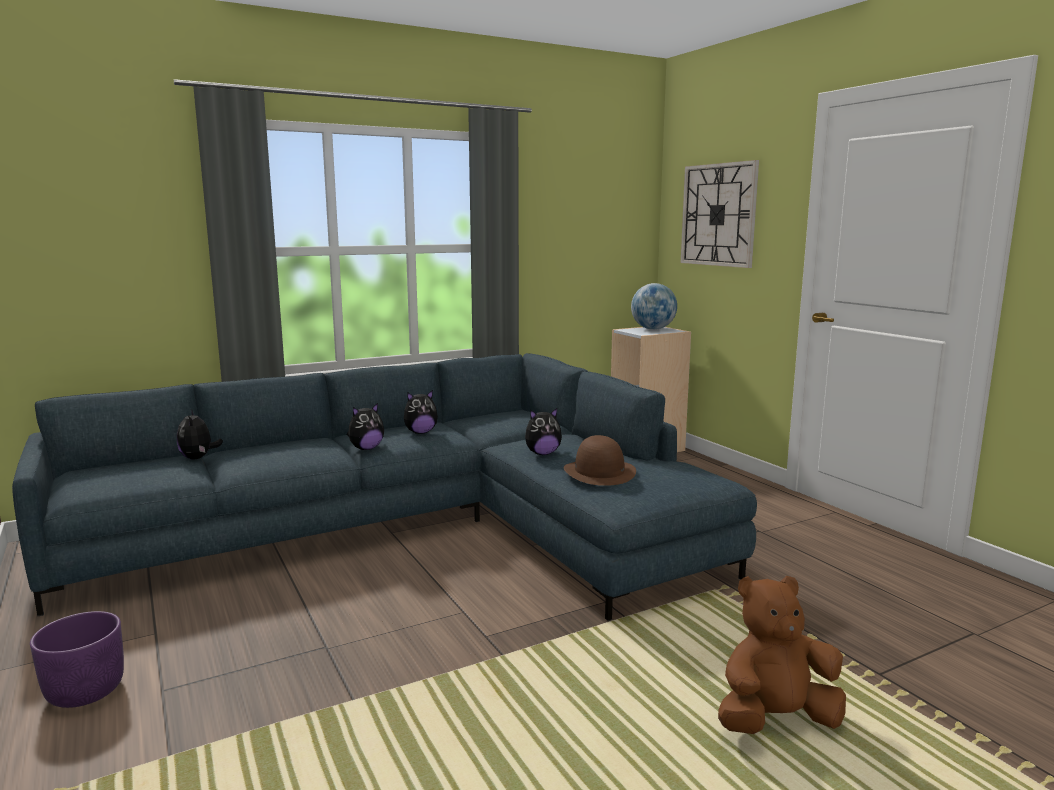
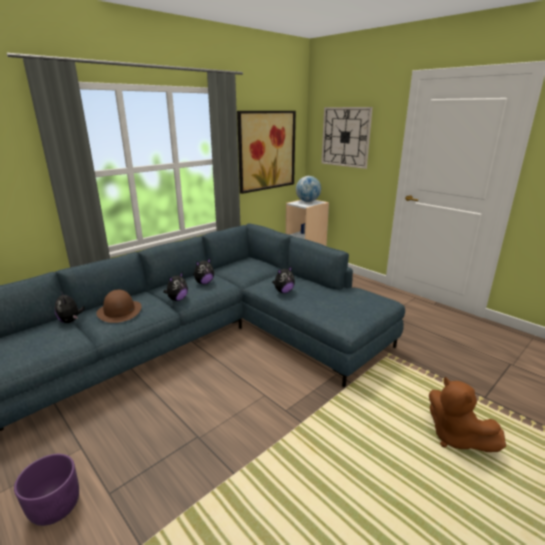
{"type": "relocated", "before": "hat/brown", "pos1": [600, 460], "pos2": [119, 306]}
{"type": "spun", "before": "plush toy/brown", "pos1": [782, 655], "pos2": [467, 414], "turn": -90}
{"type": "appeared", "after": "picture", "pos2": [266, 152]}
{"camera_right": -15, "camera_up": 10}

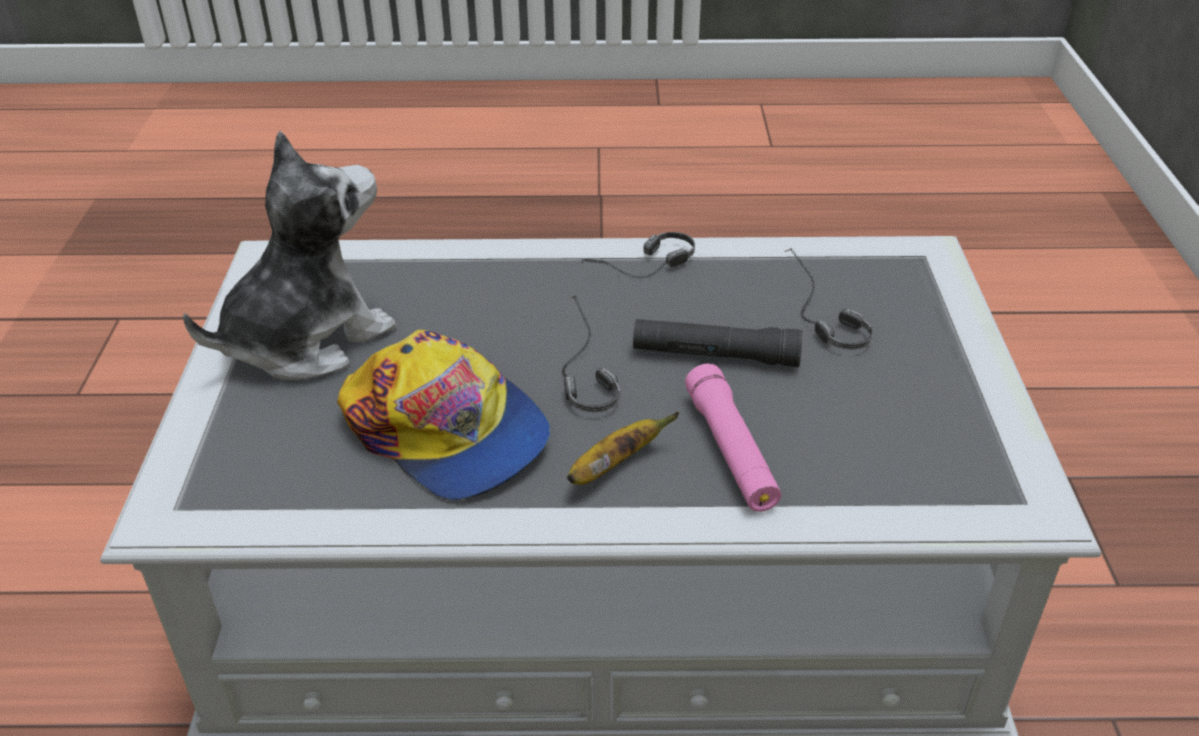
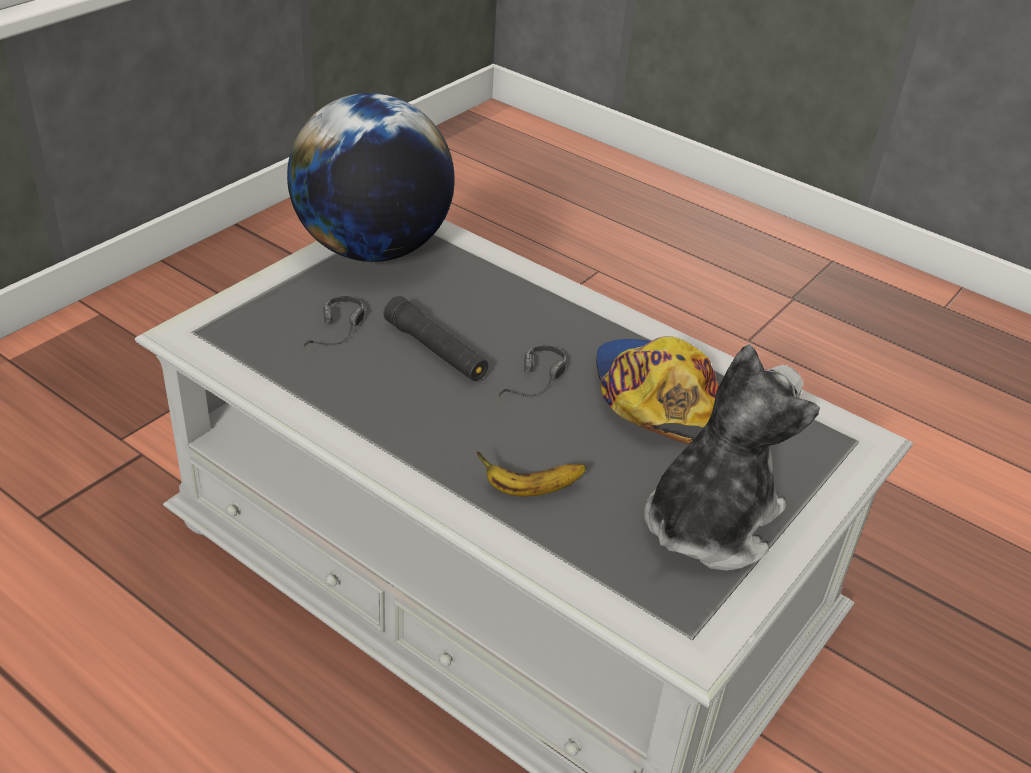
{"type": "spun", "before": "plush toy", "pos1": [289, 255], "pos2": [732, 457], "turn": 135}
{"type": "relocated", "before": "banana", "pos1": [623, 448], "pos2": [531, 474]}
{"type": "missing", "before": "headphones", "pos1": [638, 255]}
{"type": "missing", "before": "flashlight/pink", "pos1": [733, 438]}
{"type": "appeared", "after": "globe", "pos2": [371, 177]}
{"camera_right": -145, "camera_up": 0}

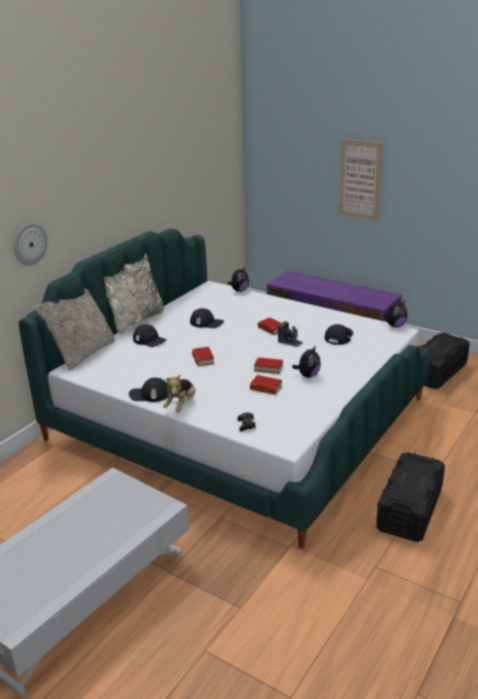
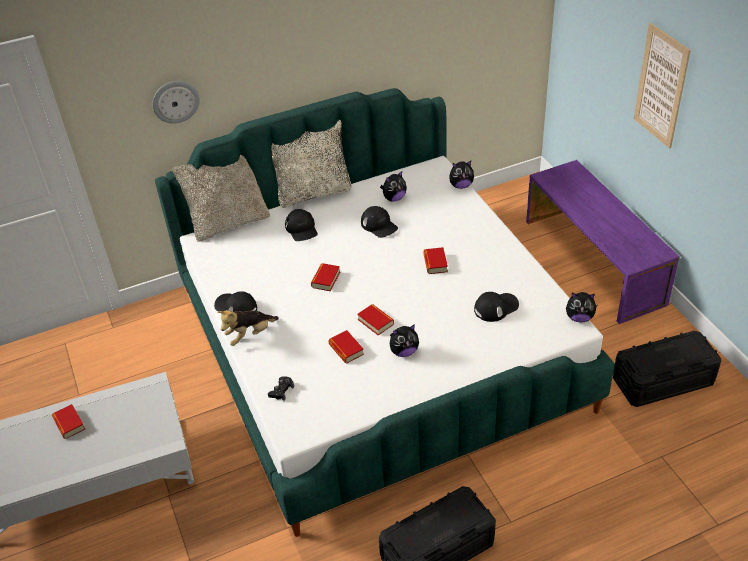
{"type": "missing", "before": "photo camera", "pos1": [290, 334]}
{"type": "appeared", "after": "book", "pos2": [68, 421]}
{"type": "appeared", "after": "plush toy", "pos2": [393, 186]}
{"camera_right": 35, "camera_up": 15}

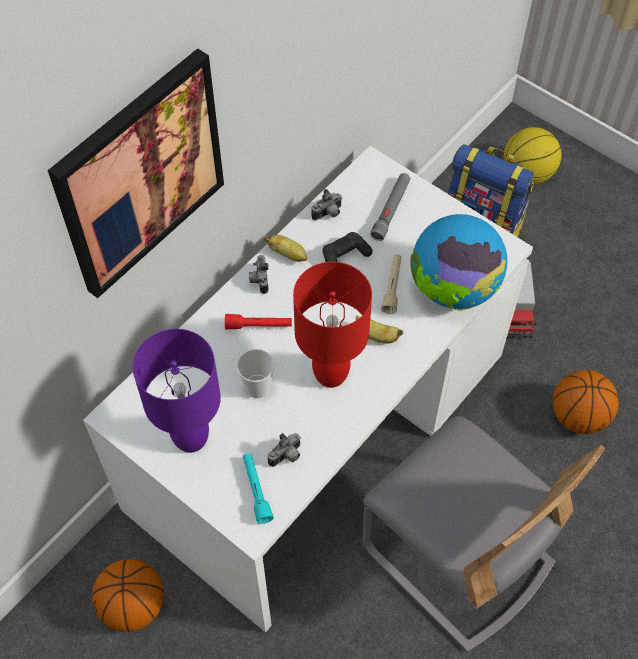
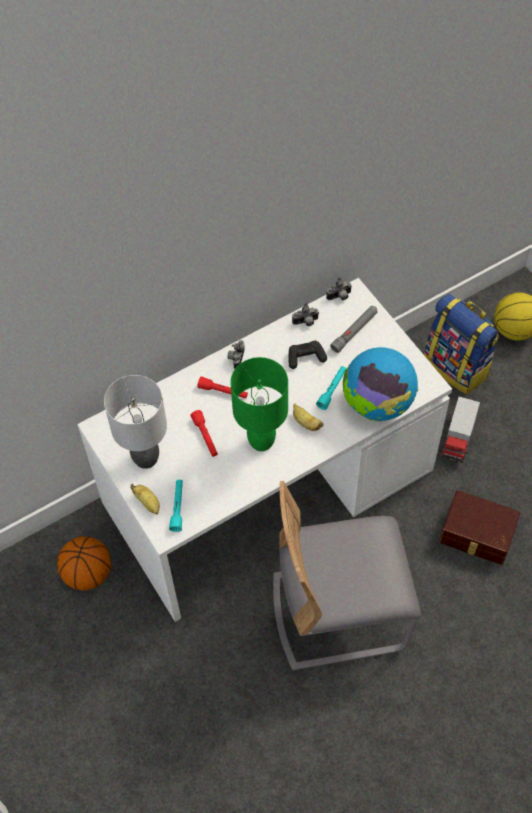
{"type": "missing", "before": "picture", "pos1": [136, 173]}
{"type": "colour", "before": "table lamp/purple", "after": "table lamp/grey", "pos1": [177, 391], "pos2": [135, 422]}
{"type": "exchanged", "before": "cup", "after": "flashlight/red", "pos1": [255, 373], "pos2": [204, 433]}
{"type": "relocated", "before": "banana", "pos1": [286, 248], "pos2": [145, 499]}
{"type": "relocated", "before": "photo camera", "pos1": [284, 450], "pos2": [339, 289]}
{"type": "colour", "before": "table lamp/red", "after": "table lamp/green", "pos1": [332, 325], "pos2": [259, 404]}
{"type": "spun", "before": "chair/grey", "pos1": [484, 534], "pos2": [347, 575], "turn": 105}
{"type": "colour", "before": "flashlight/beige", "after": "flashlight/turquoise", "pos1": [391, 284], "pos2": [331, 388]}
{"type": "exchanged", "before": "basketball", "after": "storage box/brown", "pos1": [586, 402], "pos2": [479, 527]}
{"camera_right": 20, "camera_up": 0}

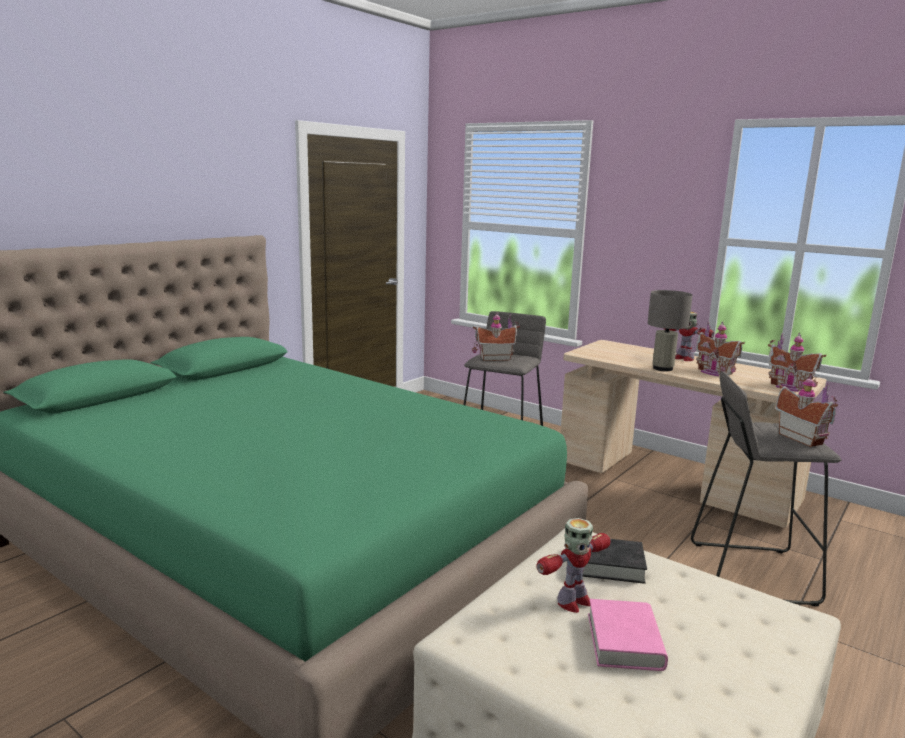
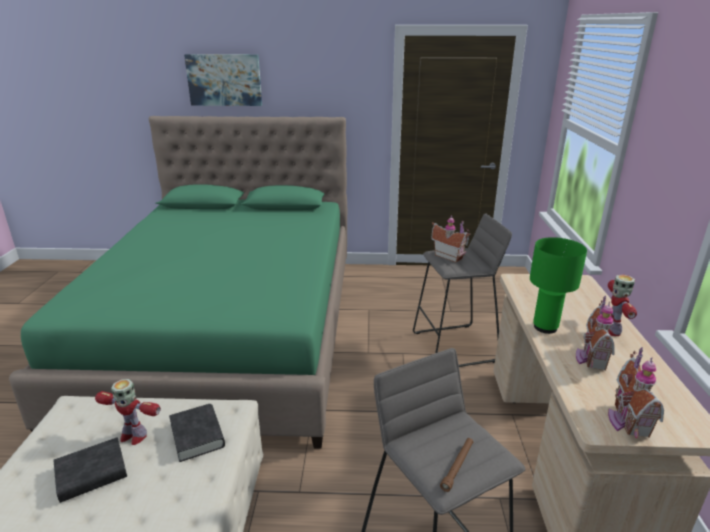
{"type": "colour", "before": "book/pink", "after": "book/black", "pos1": [628, 635], "pos2": [90, 470]}
{"type": "colour", "before": "table lamp/grey", "after": "table lamp/green", "pos1": [670, 330], "pos2": [558, 285]}
{"type": "exchanged", "before": "toy house", "after": "flashlight/brown", "pos1": [806, 411], "pos2": [456, 465]}
{"type": "appeared", "after": "picture", "pos2": [223, 80]}
{"camera_right": 55, "camera_up": 10}

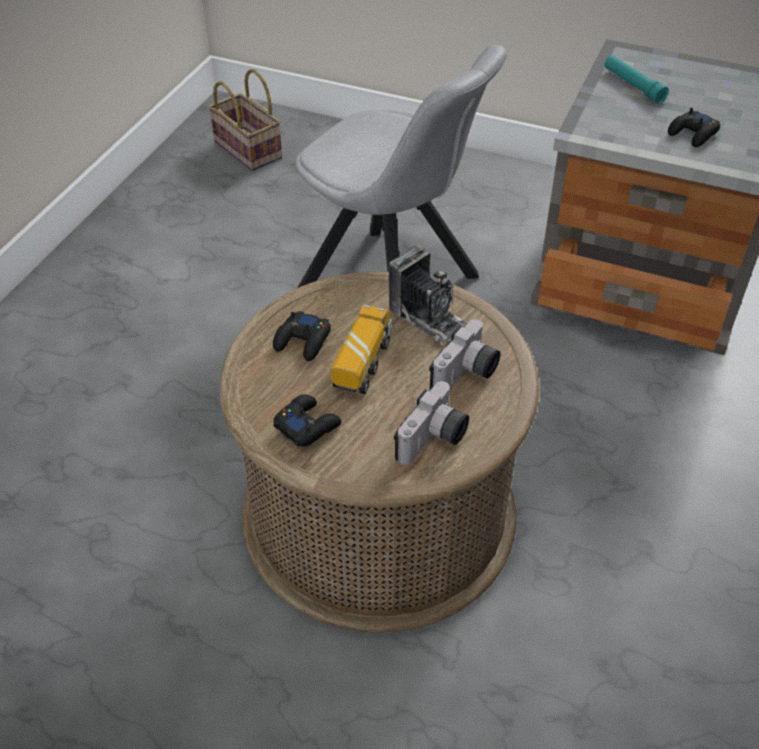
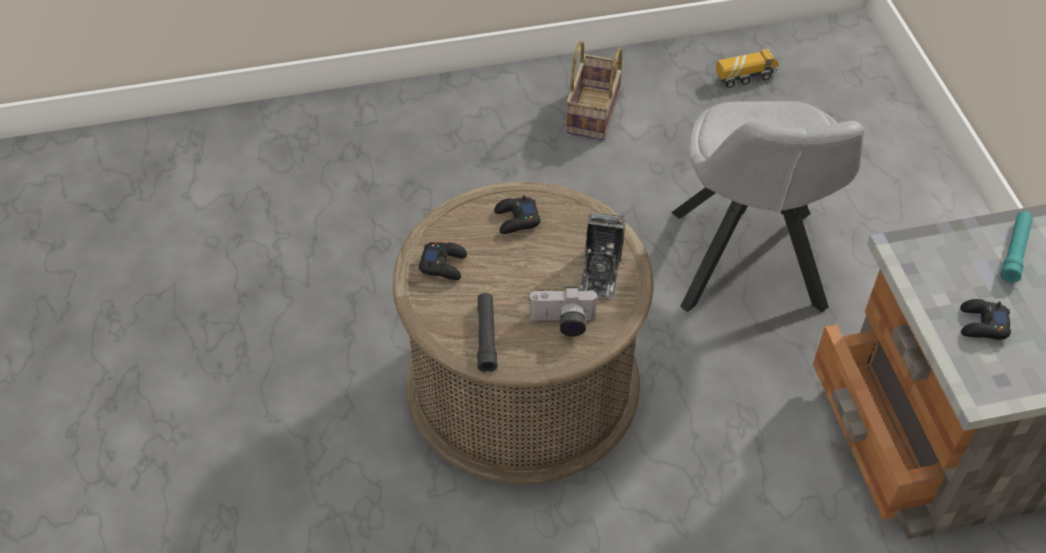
{"type": "relocated", "before": "basket", "pos1": [245, 120], "pos2": [594, 90]}
{"type": "relocated", "before": "toy truck", "pos1": [361, 349], "pos2": [747, 68]}
{"type": "exchanged", "before": "photo camera", "after": "flashlight/black", "pos1": [431, 423], "pos2": [487, 332]}
{"camera_right": 55, "camera_up": 5}

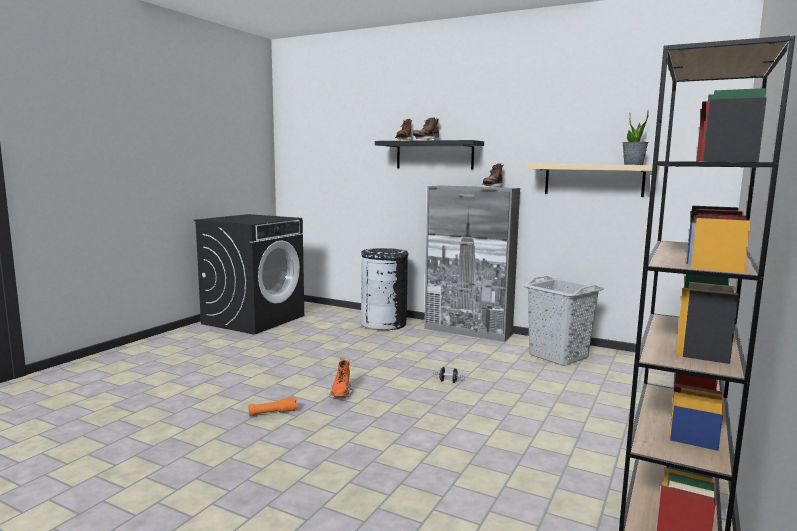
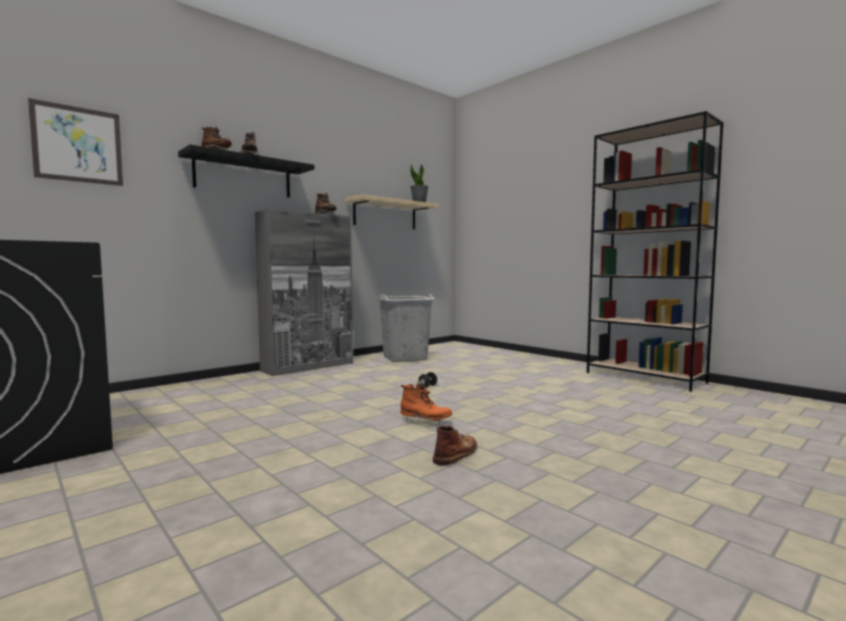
{"type": "exchanged", "before": "flashlight/orange", "after": "boot/brown", "pos1": [273, 406], "pos2": [455, 445]}
{"type": "missing", "before": "trash can/black", "pos1": [384, 289]}
{"type": "appeared", "after": "picture", "pos2": [75, 142]}
{"camera_right": -70, "camera_up": -5}

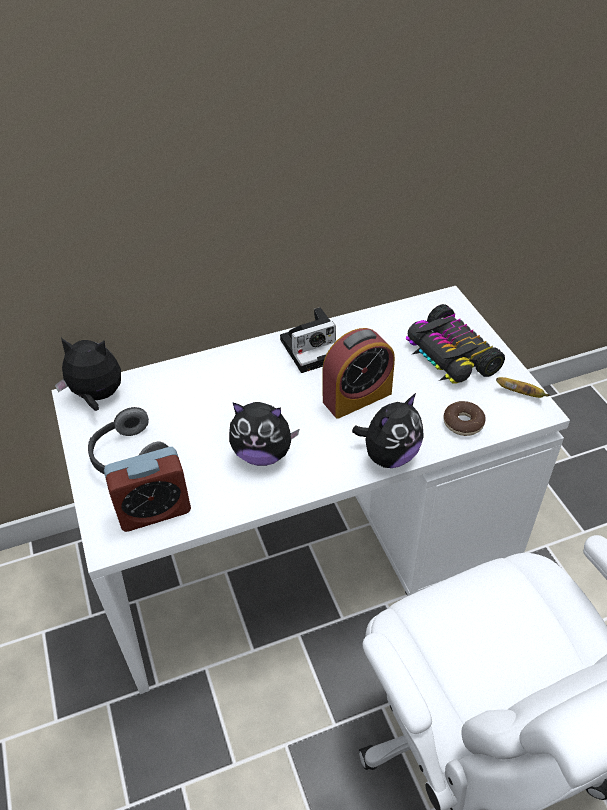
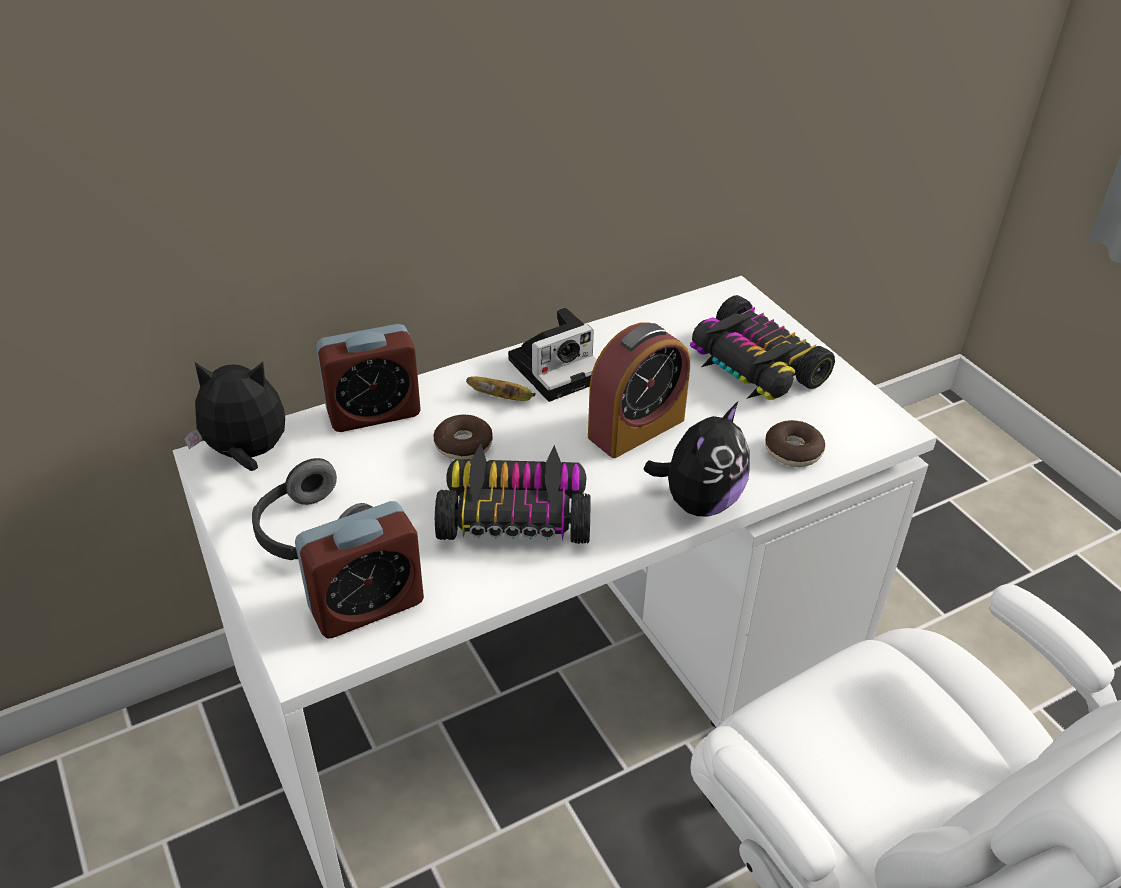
{"type": "exchanged", "before": "plush toy", "after": "toy car", "pos1": [264, 434], "pos2": [513, 494]}
{"type": "relocated", "before": "banana", "pos1": [523, 387], "pos2": [501, 388]}
{"type": "appeared", "after": "alarm clock", "pos2": [368, 378]}
{"type": "appeared", "after": "donut", "pos2": [463, 437]}
{"camera_right": -10, "camera_up": -5}

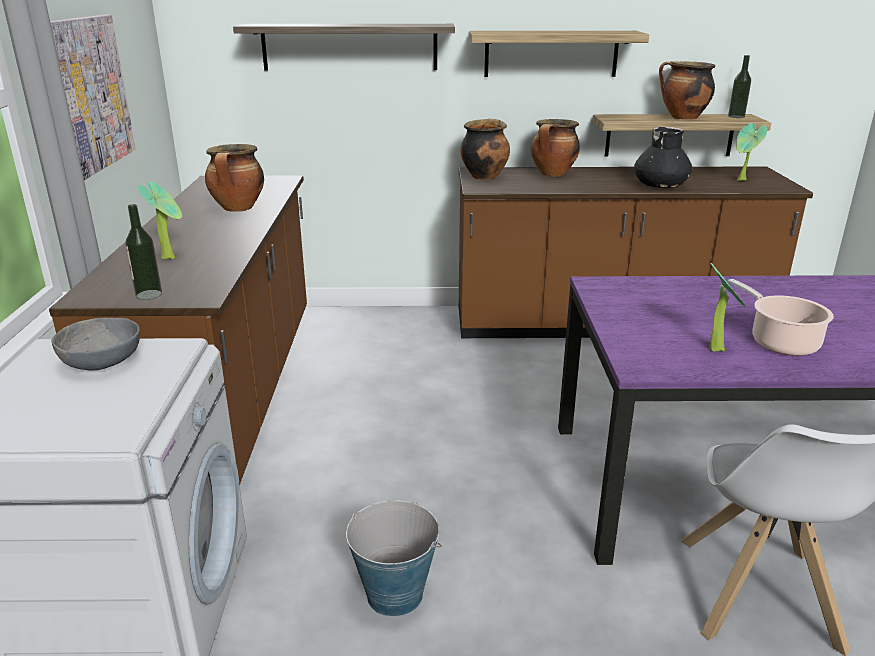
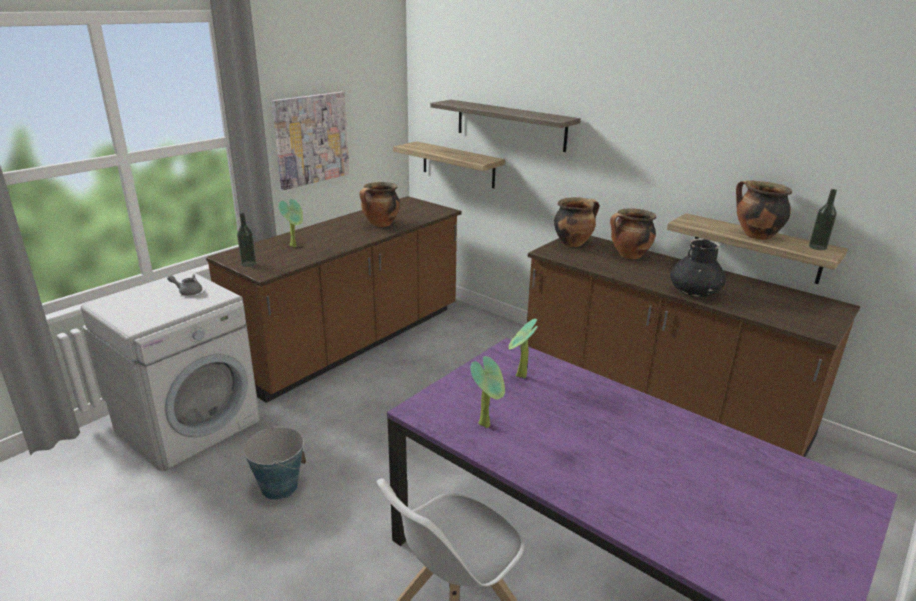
{"type": "exchanged", "before": "bowl/grey", "after": "teapot/grey", "pos1": [95, 344], "pos2": [184, 284]}
{"type": "relocated", "before": "shelf", "pos1": [559, 54], "pos2": [449, 164]}
{"type": "missing", "before": "cooking pot", "pos1": [781, 317]}
{"type": "relocated", "before": "potted plant", "pos1": [751, 152], "pos2": [523, 348]}
{"camera_right": 40, "camera_up": 0}

